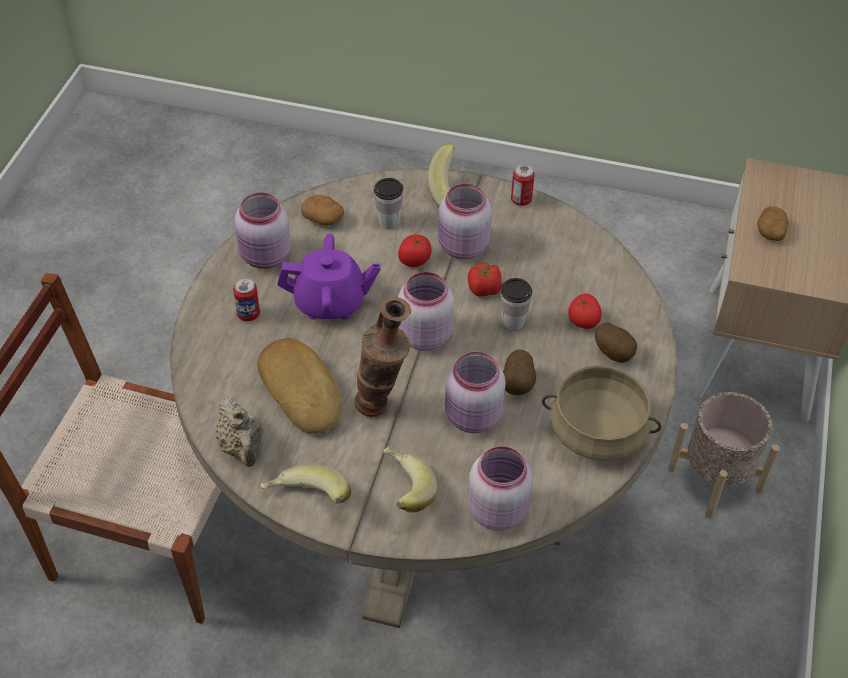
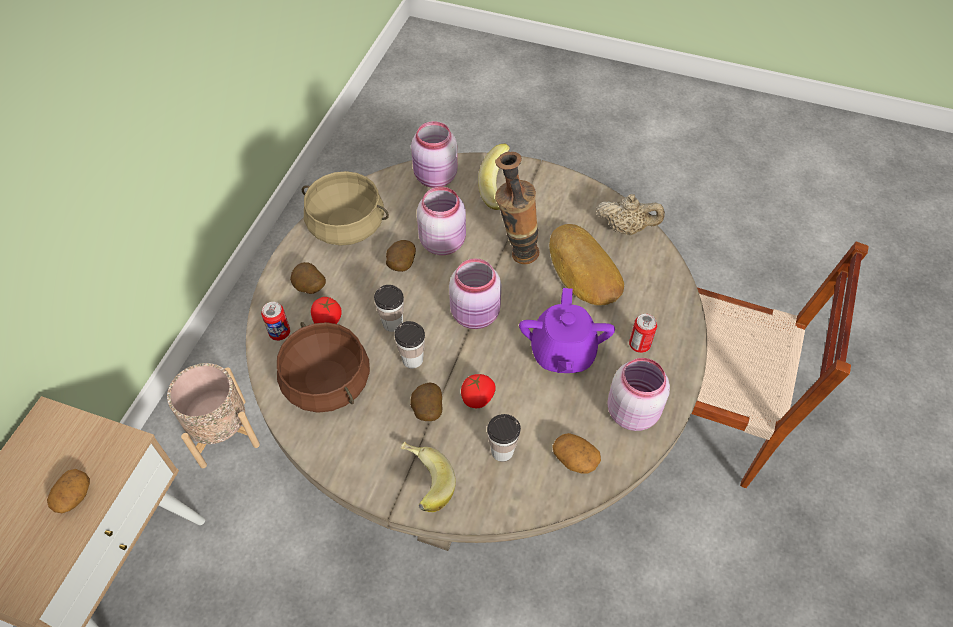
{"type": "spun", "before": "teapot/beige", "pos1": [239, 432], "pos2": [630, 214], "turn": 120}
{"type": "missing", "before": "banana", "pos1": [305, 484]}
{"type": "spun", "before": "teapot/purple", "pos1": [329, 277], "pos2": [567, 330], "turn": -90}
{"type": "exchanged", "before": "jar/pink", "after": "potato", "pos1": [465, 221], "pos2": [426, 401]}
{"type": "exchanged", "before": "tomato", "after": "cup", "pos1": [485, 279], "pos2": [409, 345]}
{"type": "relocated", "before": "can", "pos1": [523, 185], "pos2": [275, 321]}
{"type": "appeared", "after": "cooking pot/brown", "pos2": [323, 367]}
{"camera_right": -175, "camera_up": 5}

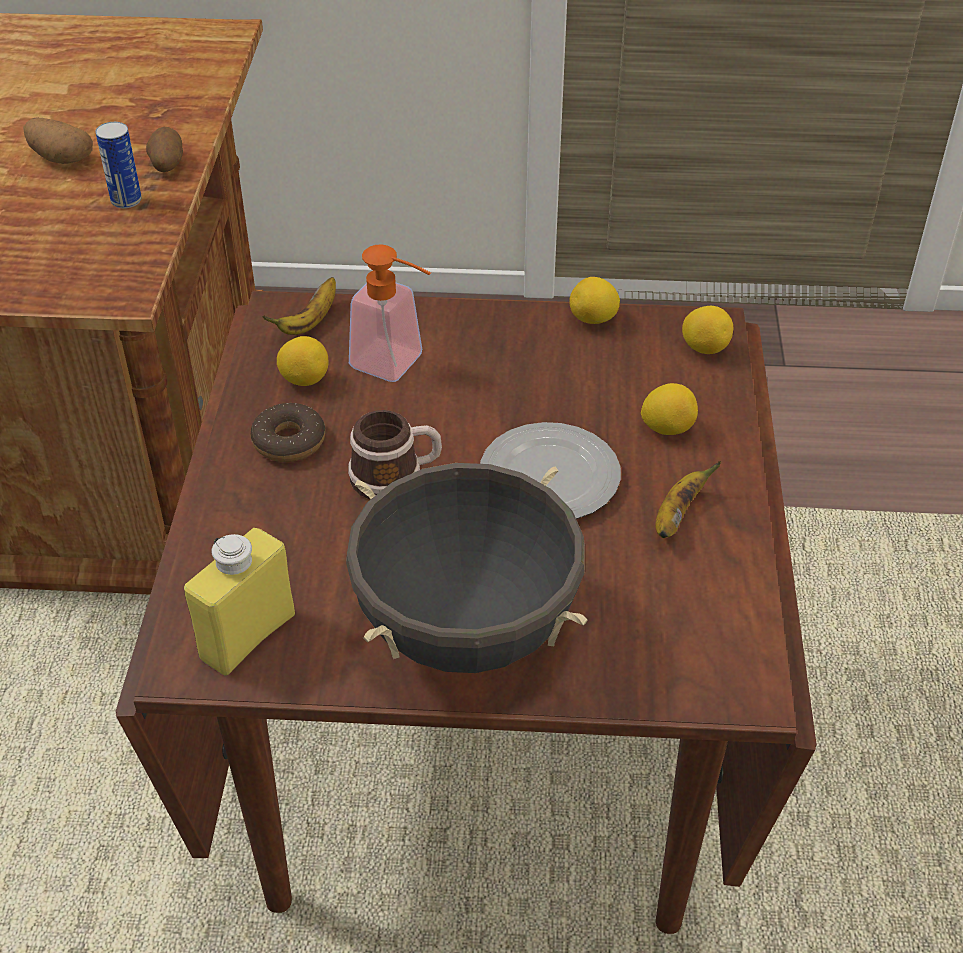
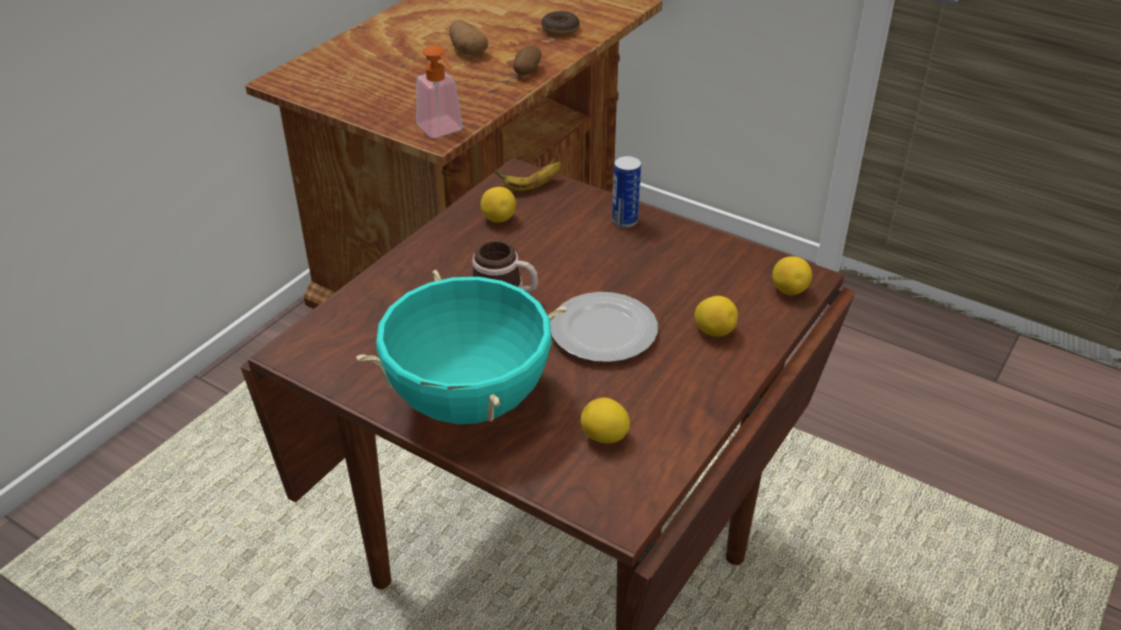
{"type": "relocated", "before": "can", "pos1": [118, 165], "pos2": [626, 191]}
{"type": "missing", "before": "bottle/yellow", "pos1": [239, 602]}
{"type": "relocated", "before": "donut", "pos1": [288, 432], "pos2": [560, 23]}
{"type": "colour", "before": "cooking pot/black", "after": "cooking pot/turquoise", "pos1": [467, 568], "pos2": [461, 347]}
{"type": "relocated", "before": "soap dispenser", "pos1": [390, 313], "pos2": [439, 91]}
{"type": "relocated", "before": "lemon", "pos1": [594, 300], "pos2": [605, 420]}
{"type": "missing", "before": "banana", "pos1": [688, 499]}
{"camera_right": 30, "camera_up": -5}

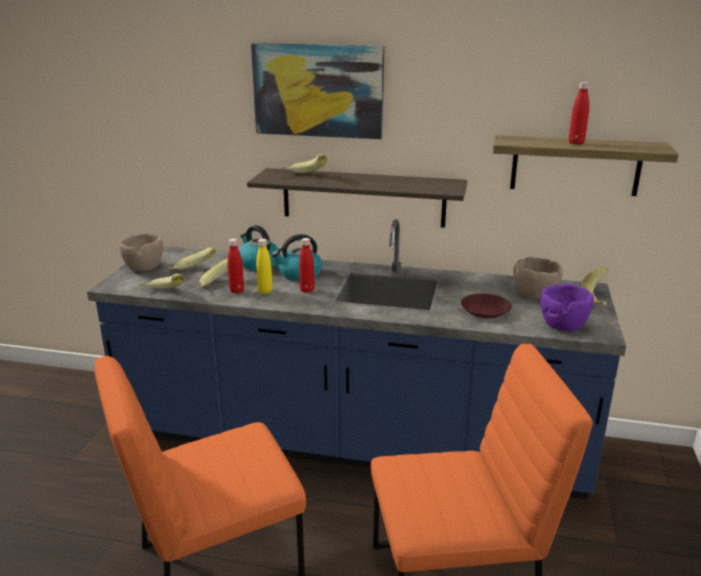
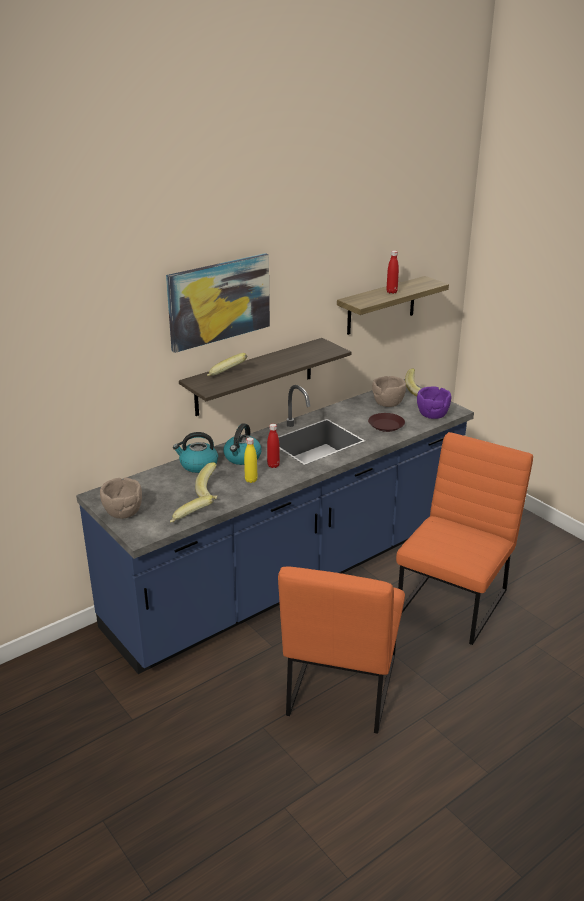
{"type": "missing", "before": "banana", "pos1": [192, 259]}
{"type": "missing", "before": "bottle/red", "pos1": [235, 266]}
{"camera_right": -50, "camera_up": 5}

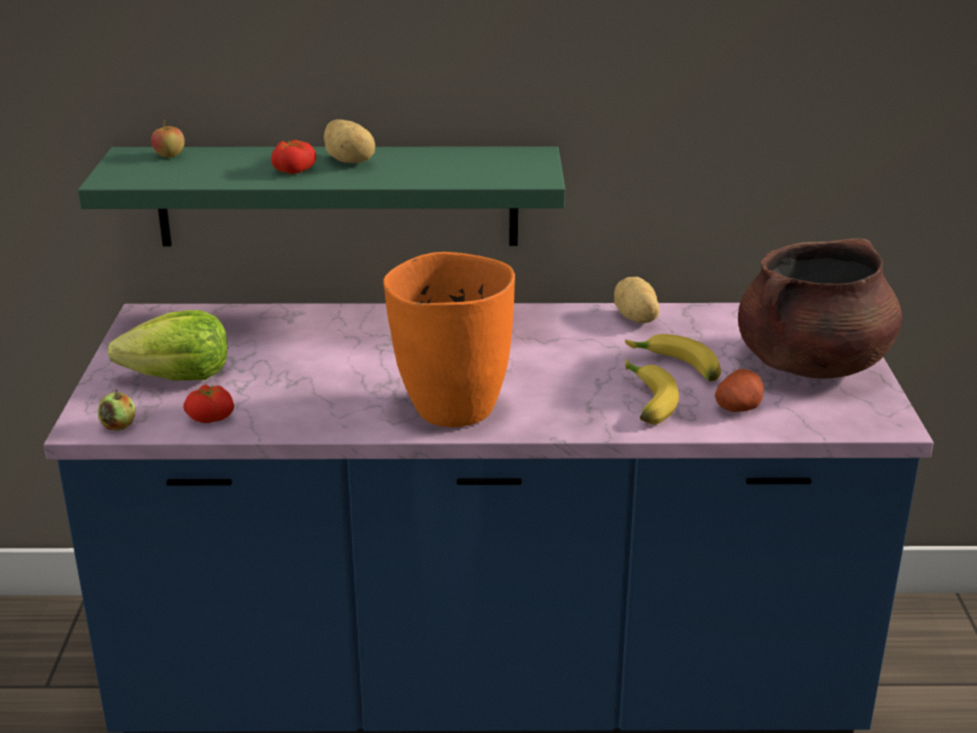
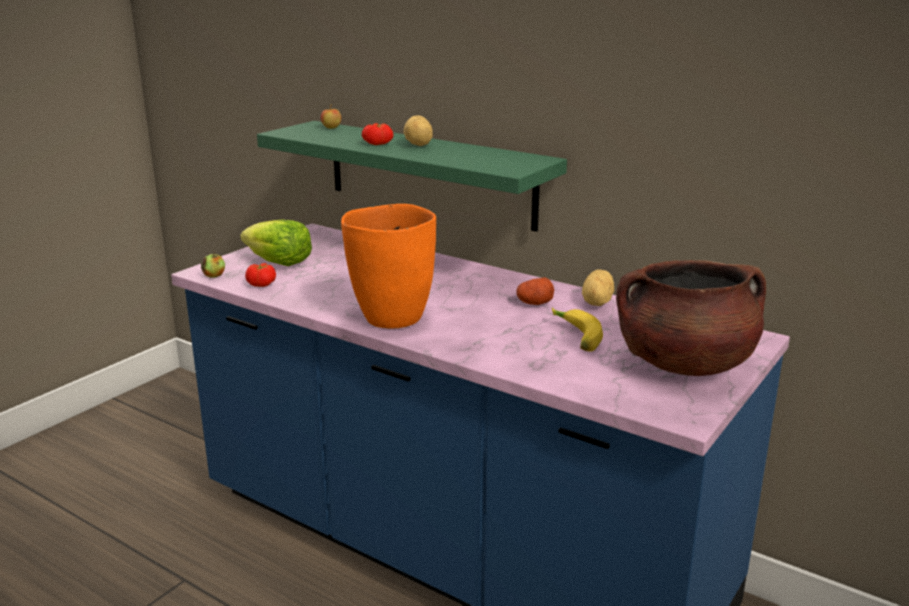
{"type": "missing", "before": "banana", "pos1": [652, 392]}
{"type": "relocated", "before": "potato", "pos1": [739, 390], "pos2": [535, 291]}
{"camera_right": 35, "camera_up": -5}

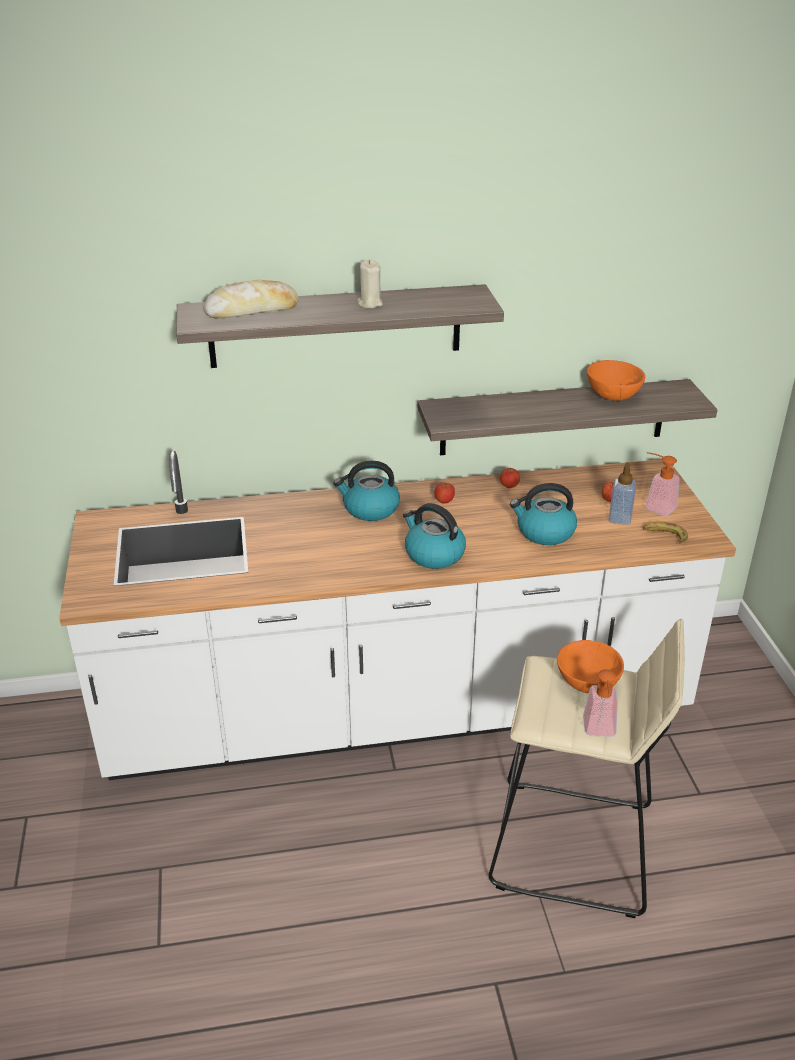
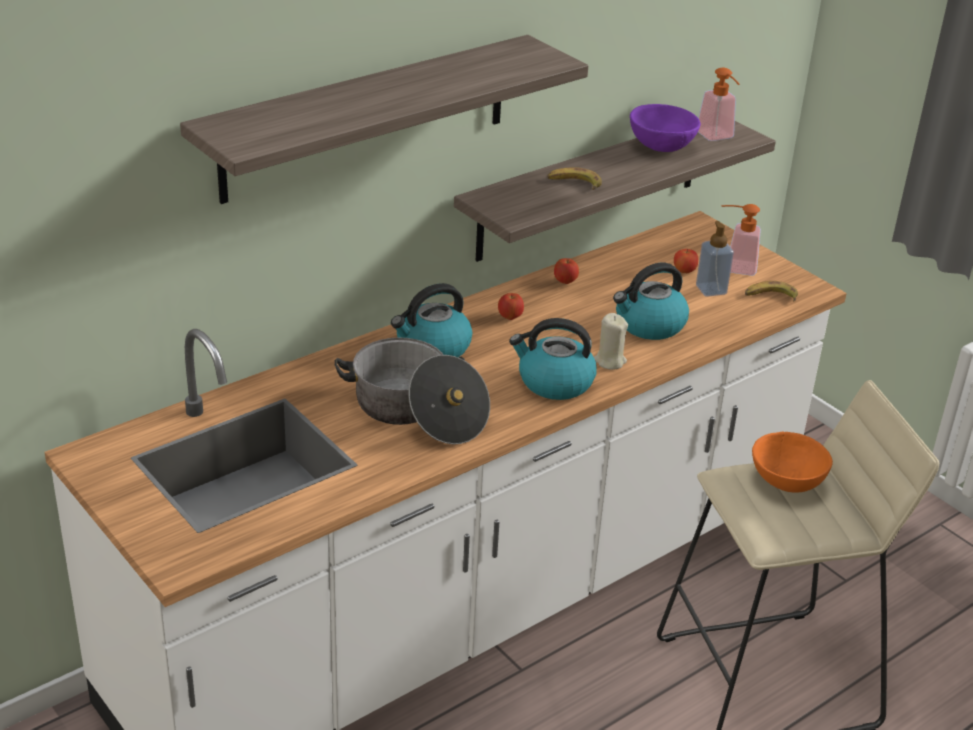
{"type": "missing", "before": "bread", "pos1": [251, 299]}
{"type": "relocated", "before": "candle/beige", "pos1": [370, 284], "pos2": [611, 341]}
{"type": "relocated", "before": "soap dispenser", "pos1": [600, 703], "pos2": [719, 104]}
{"type": "colour", "before": "bowl/orange", "after": "bowl/purple", "pos1": [616, 380], "pos2": [665, 128]}
{"type": "appeared", "after": "cooking pot", "pos2": [412, 390]}
{"type": "appeared", "after": "banana", "pos2": [574, 178]}
{"camera_right": -30, "camera_up": 0}

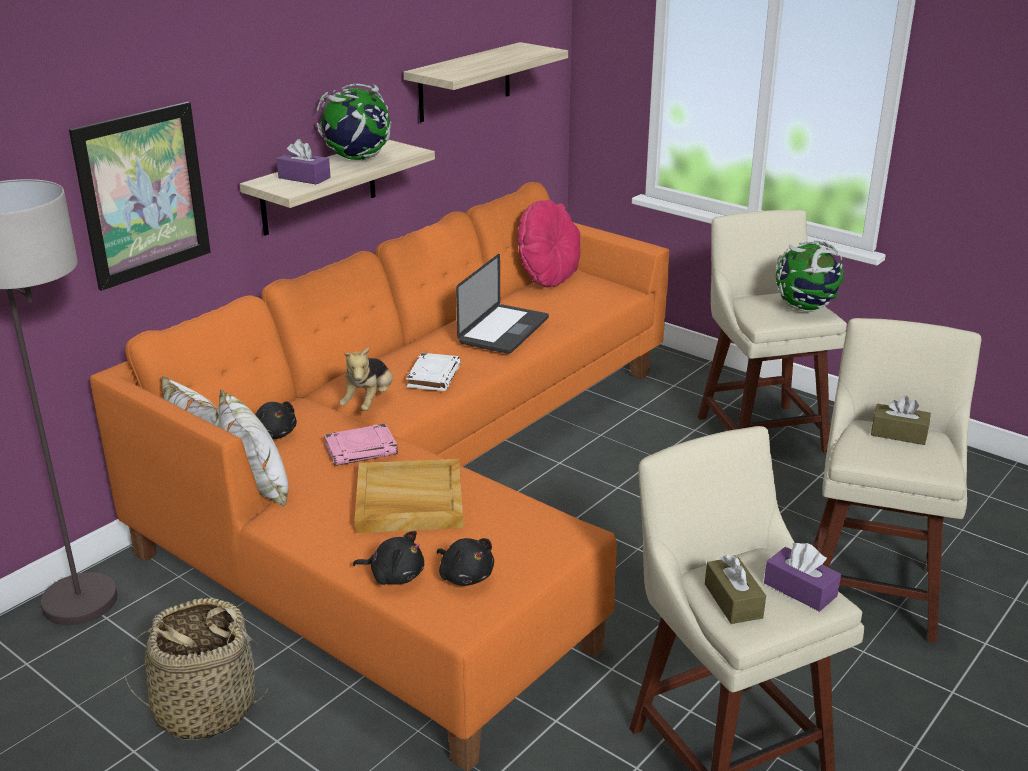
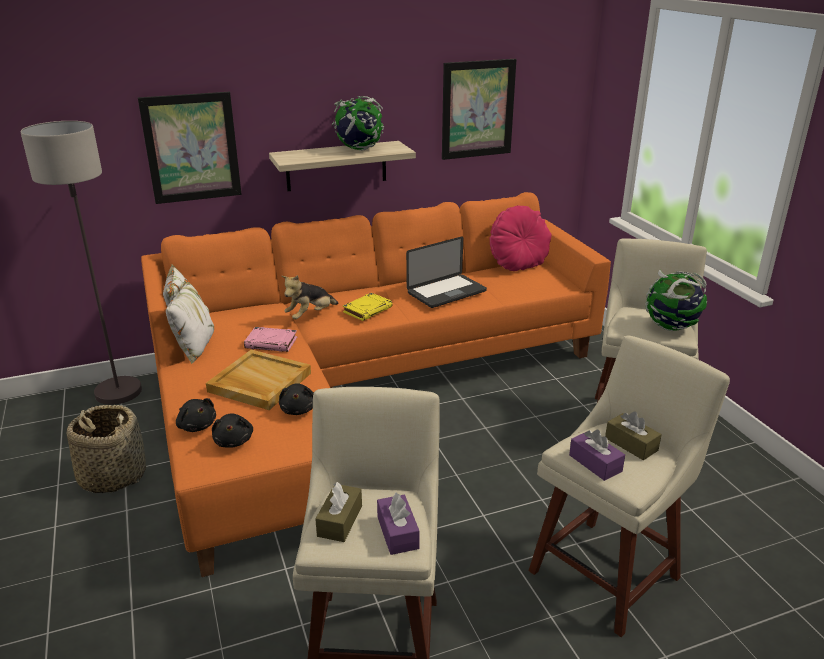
{"type": "relocated", "before": "plush toy/black", "pos1": [276, 420], "pos2": [296, 399]}
{"type": "relocated", "before": "tissue box/purple", "pos1": [304, 162], "pos2": [597, 455]}
{"type": "exchanged", "before": "shelf", "after": "picture", "pos1": [486, 82], "pos2": [479, 109]}
{"type": "colour", "before": "book/white", "after": "book/yellow", "pos1": [433, 372], "pos2": [368, 307]}
{"camera_right": 30, "camera_up": 0}

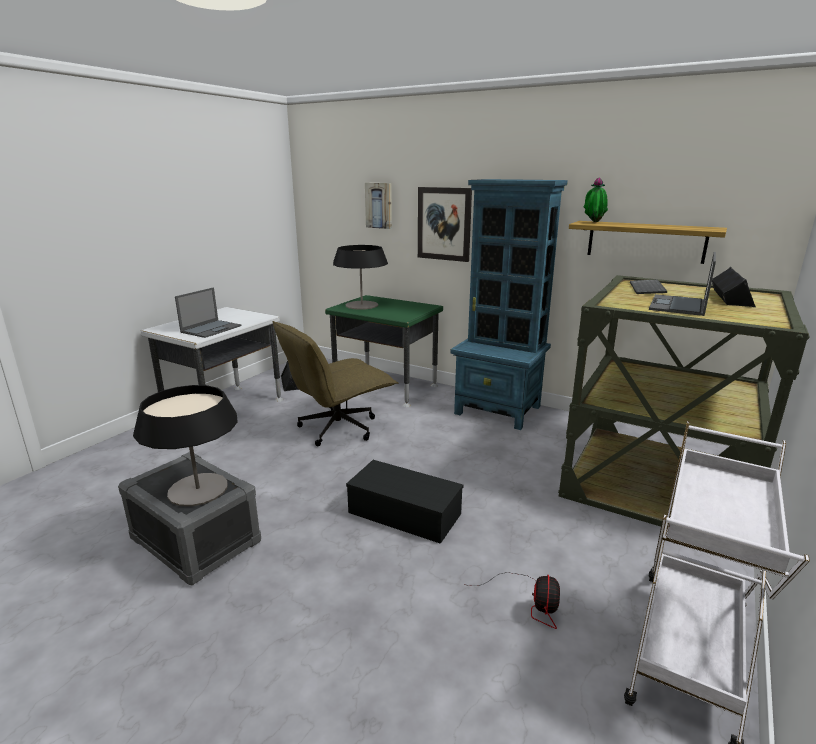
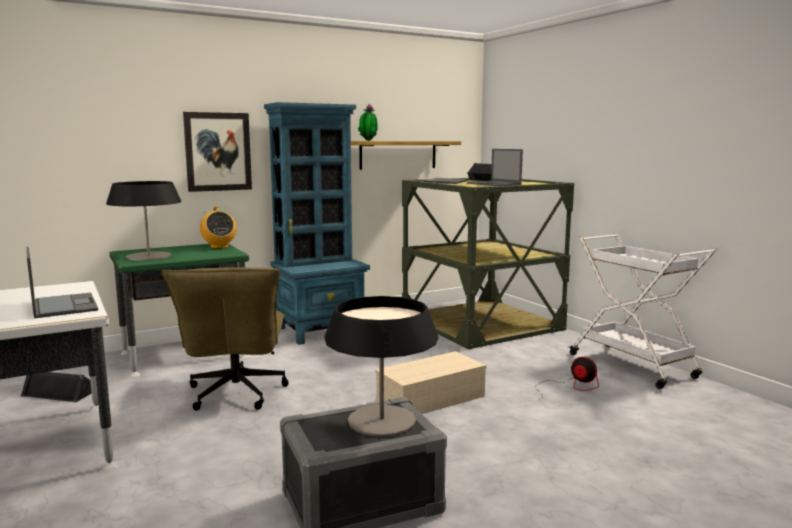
{"type": "colour", "before": "storage box/black", "after": "storage box/beige", "pos1": [404, 502], "pos2": [430, 382]}
{"type": "missing", "before": "picture", "pos1": [378, 206]}
{"type": "appeared", "after": "radio", "pos2": [218, 227]}
{"camera_right": -60, "camera_up": -10}

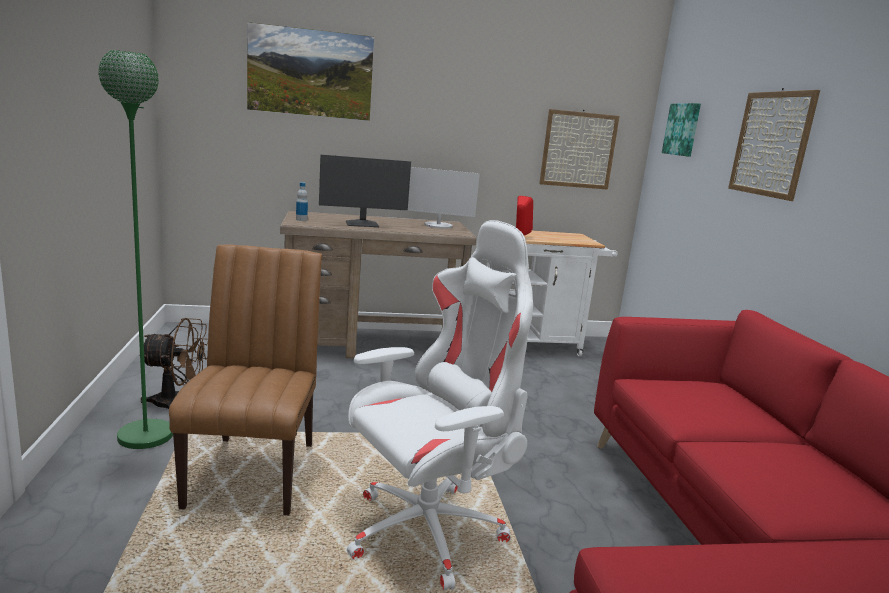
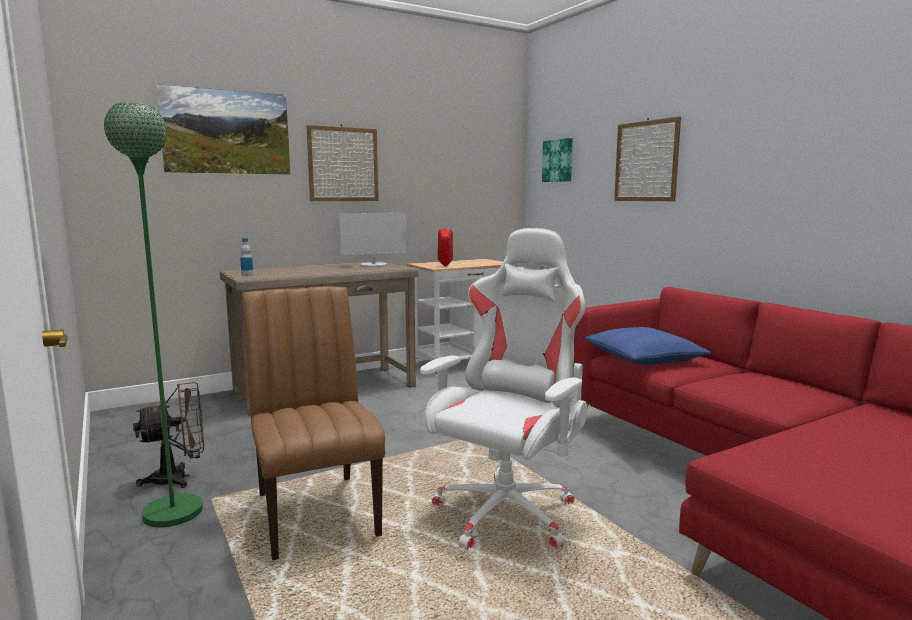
{"type": "missing", "before": "monitor", "pos1": [365, 191]}
{"type": "relocated", "before": "picture", "pos1": [579, 149], "pos2": [343, 162]}
{"type": "appeared", "after": "pillow/blue", "pos2": [647, 346]}
{"camera_right": -20, "camera_up": -5}

